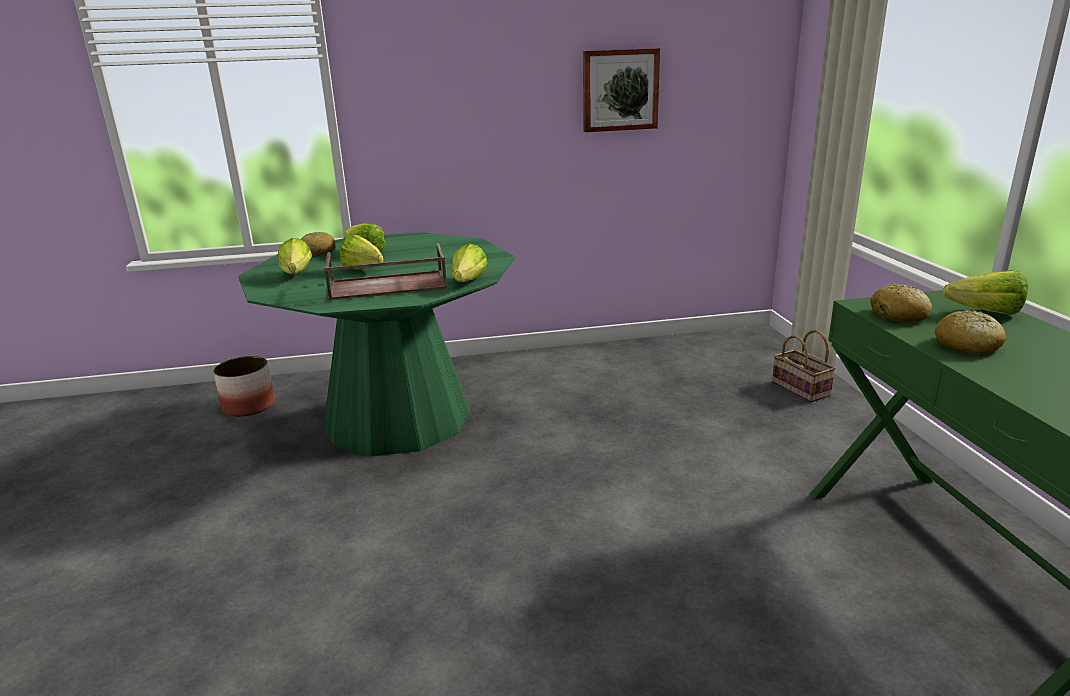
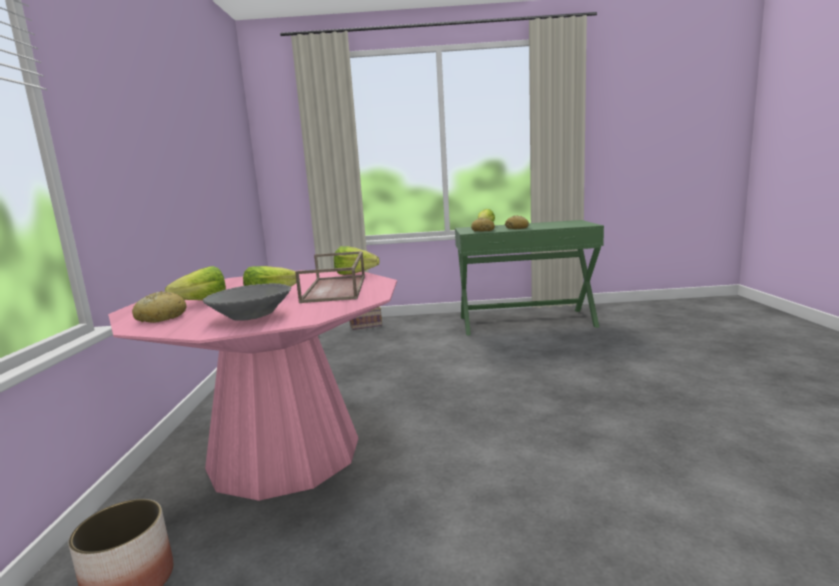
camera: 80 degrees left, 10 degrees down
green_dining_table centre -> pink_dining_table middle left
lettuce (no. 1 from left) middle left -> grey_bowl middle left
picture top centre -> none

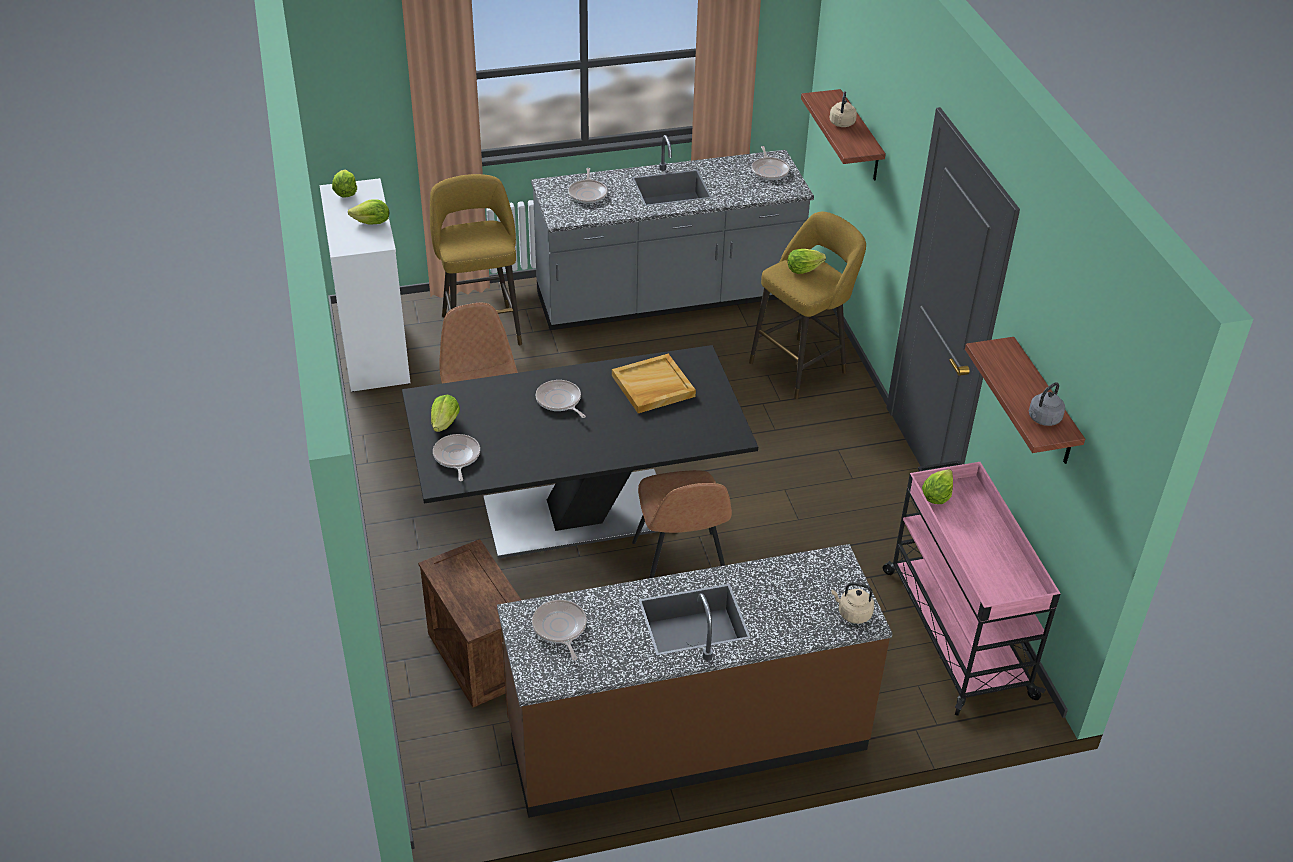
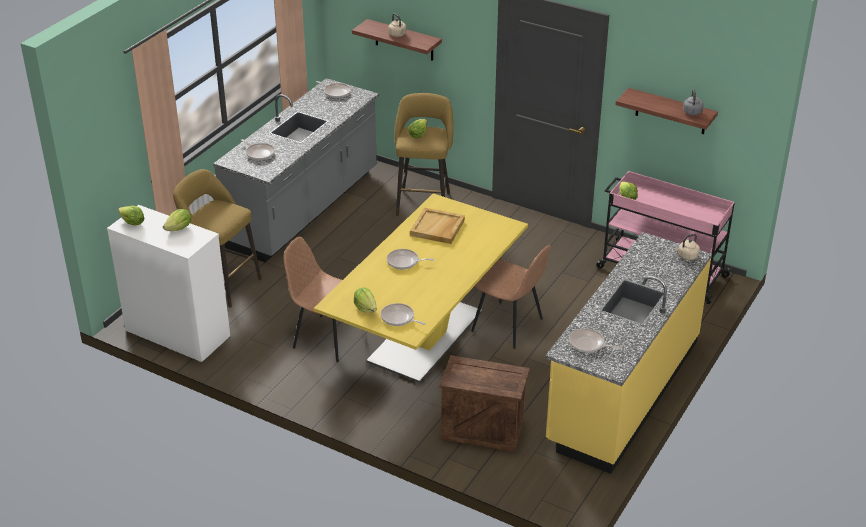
camera: 45 degrees left, 5 degrees down
black_dining_table centre -> yellow_dining_table centre
brown_counter bottom centre -> yellow_counter bottom right

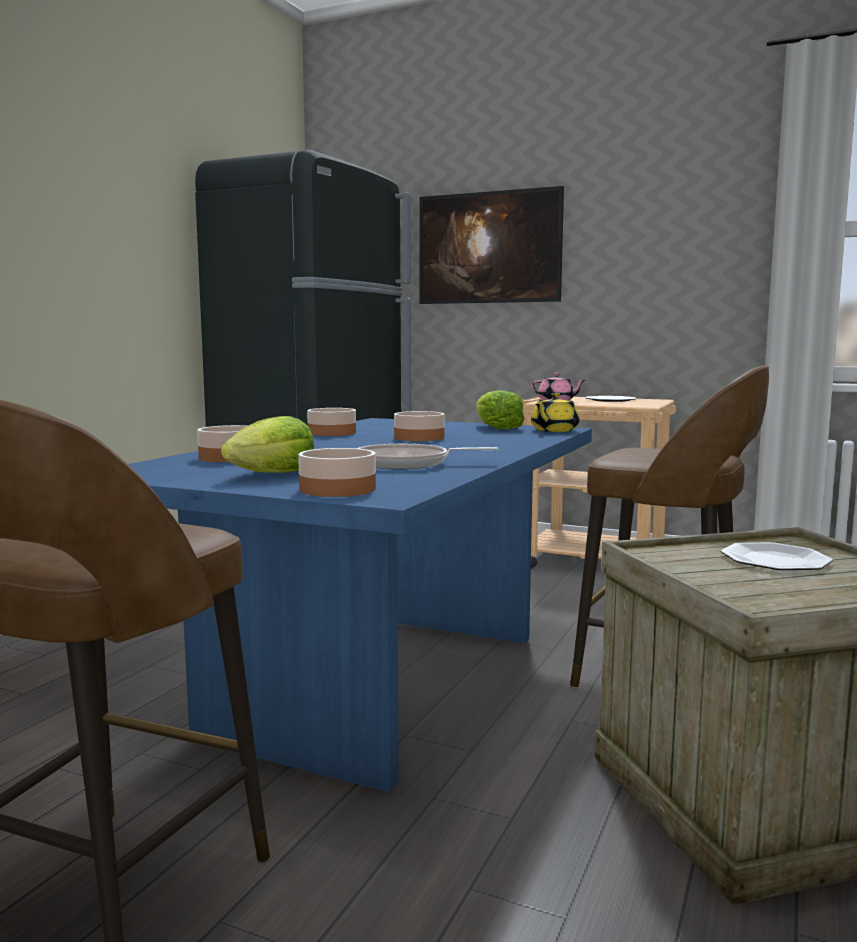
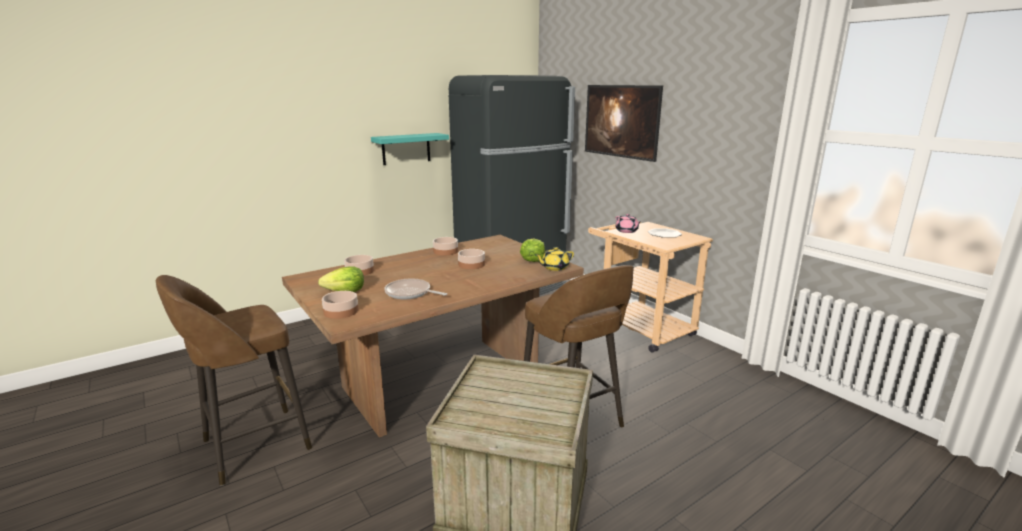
camera: 30 degrees right, 10 degrees up
blue_dining_table centre -> brown_dining_table centre
plate (no. 2 from left) middle right -> none
none -> turquoise_shelf top centre

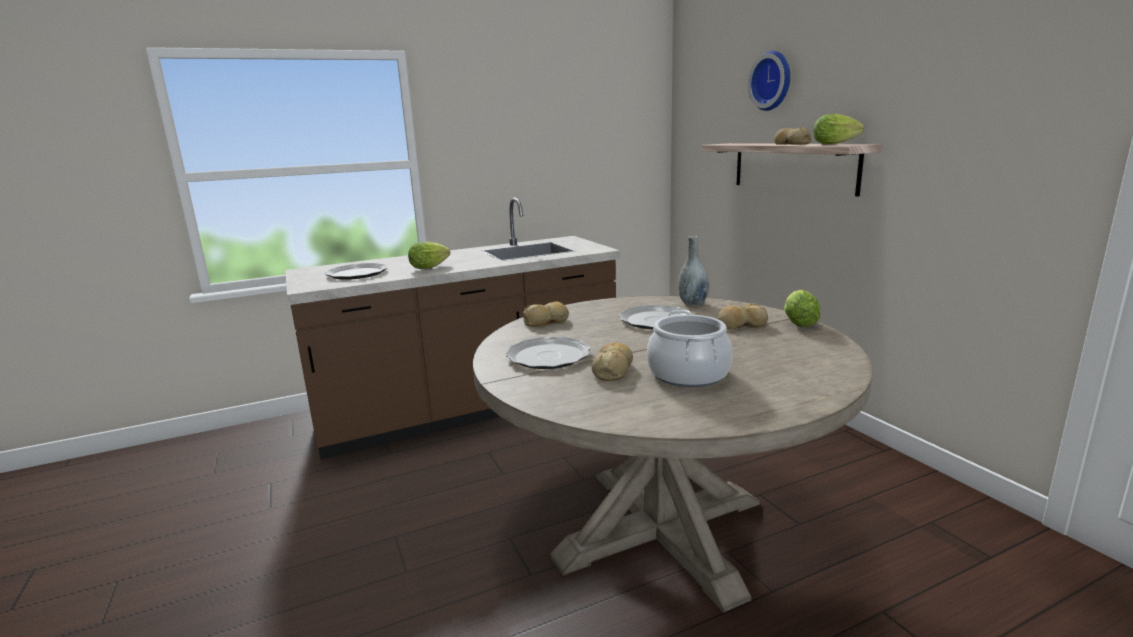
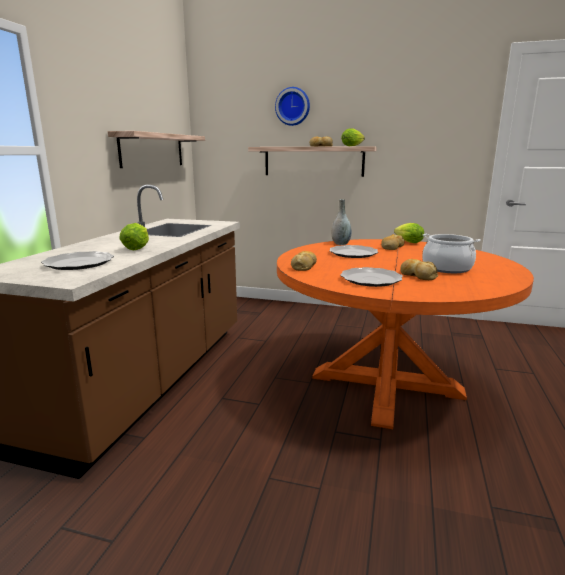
camera: 50 degrees left, 0 degrees up
beige_dining_table bottom centre -> orange_dining_table middle right
none -> shelf (no. 1 from left) top left

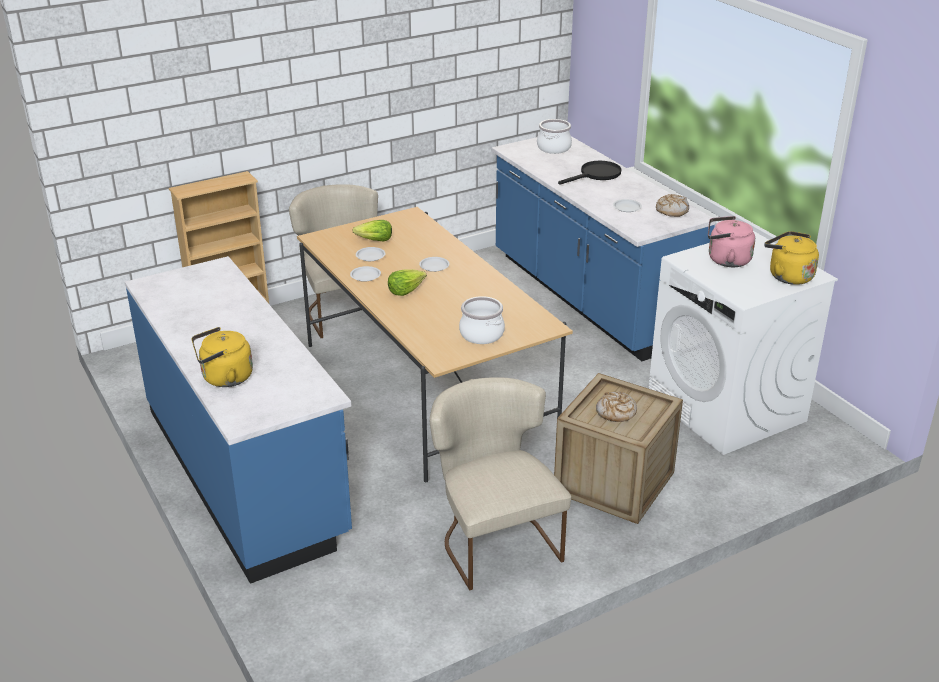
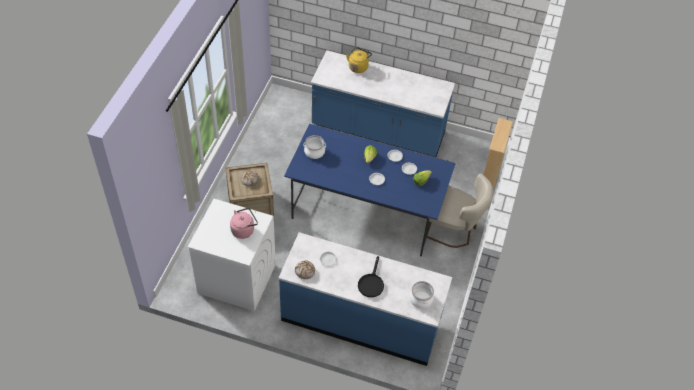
camera: 135 degrees right, 20 degrees up
beige_dining_table centre -> blue_dining_table centre
beige_chair (no. 2 from left) bottom centre -> none
yellow_kettle (no. 2 from left) middle right -> none

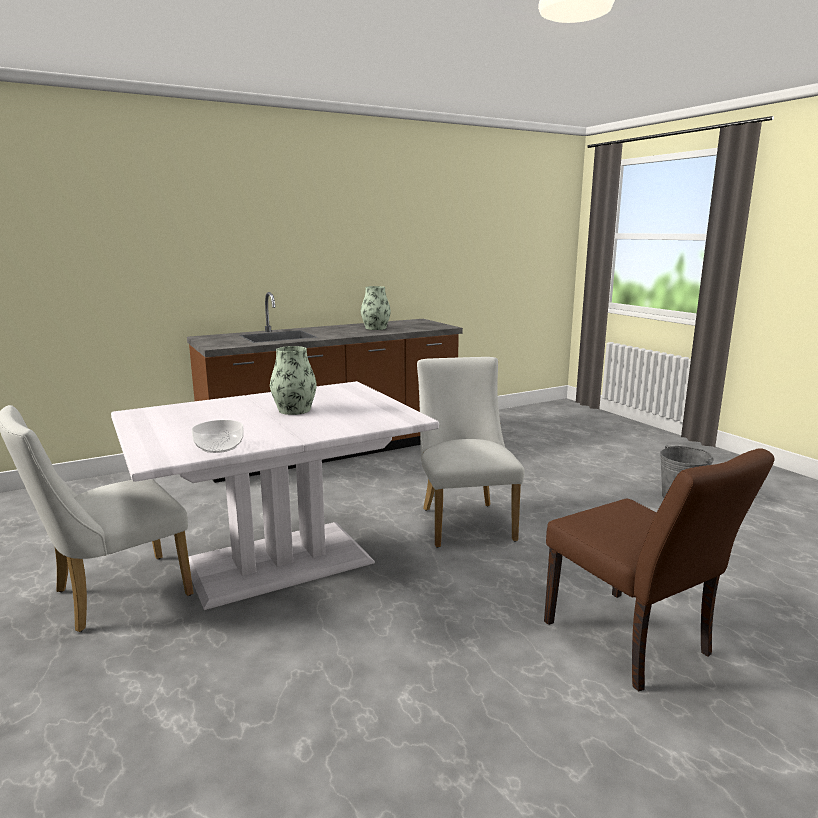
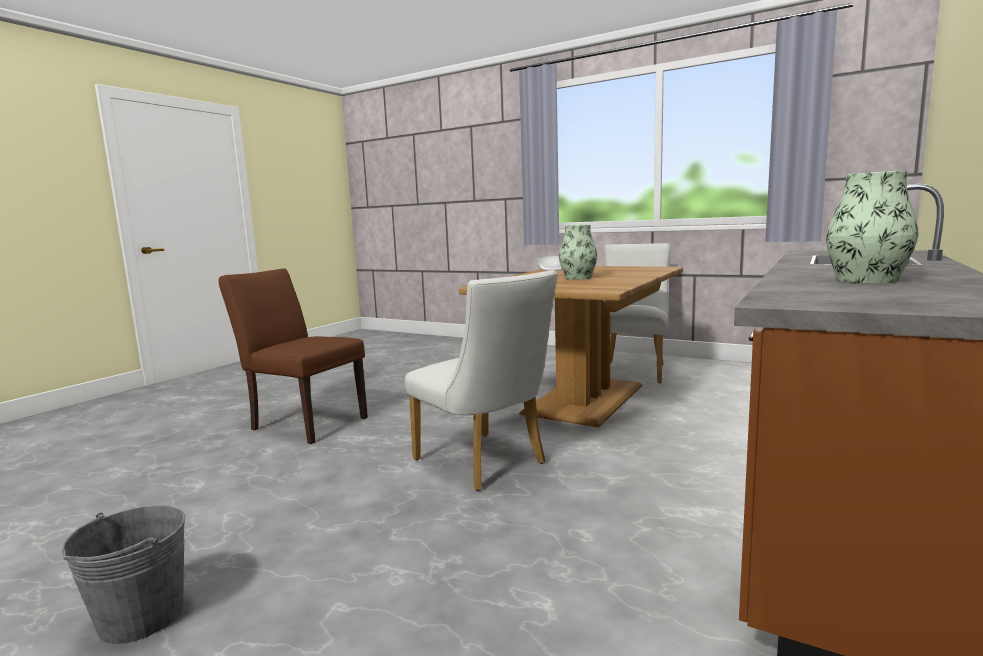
camera: 150 degrees right, 5 degrees down
white_dining_table centre -> brown_dining_table centre

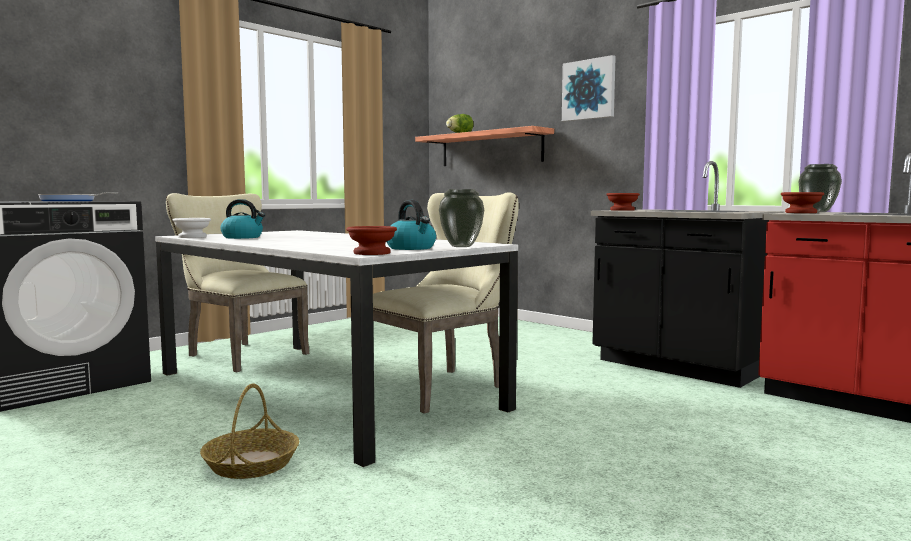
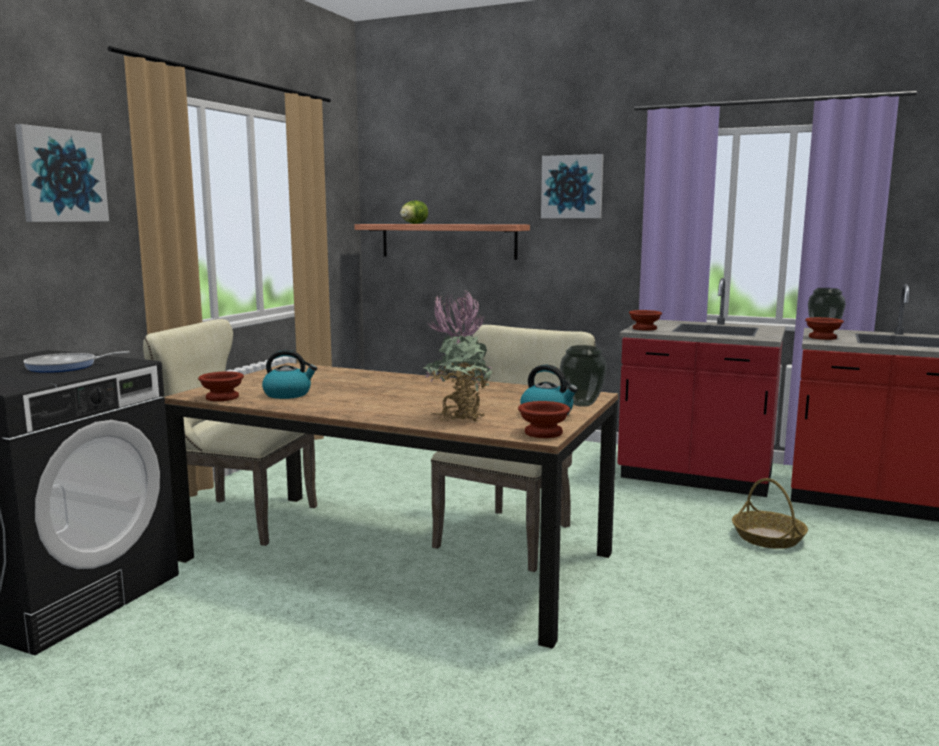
camera: 20 degrees left, 5 degrees up
white_dining_table centre -> brown_dining_table bottom centre
white_bowl middle left -> brown_bowl (no. 1 from left) middle left
basket bottom left -> basket bottom right, relocated
black_counter middle right -> red_counter (no. 1 from left) middle right
none -> picture (no. 1 from left) top left
none -> potted_plant centre

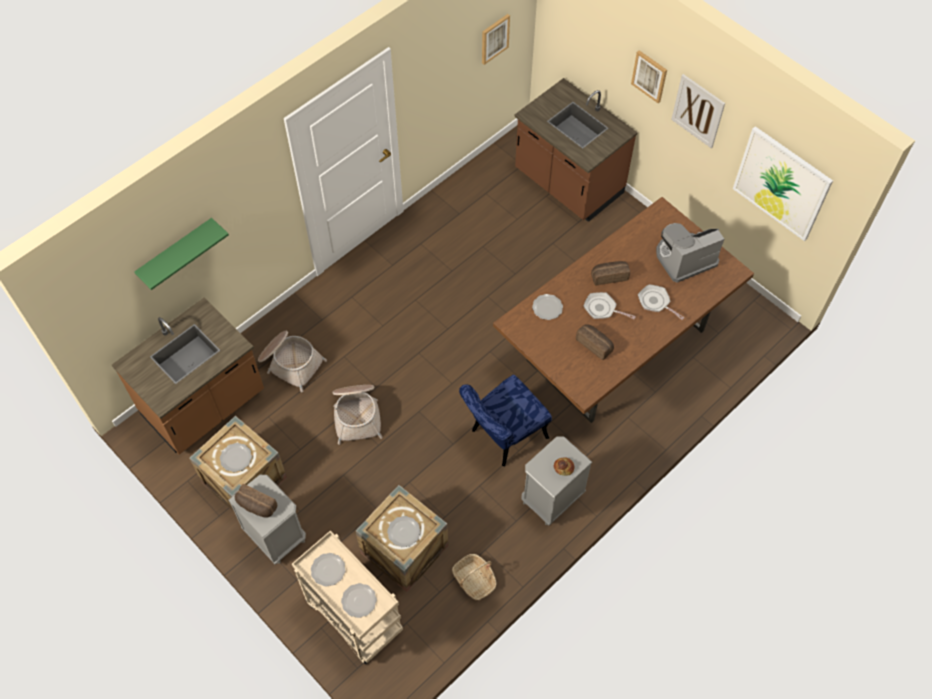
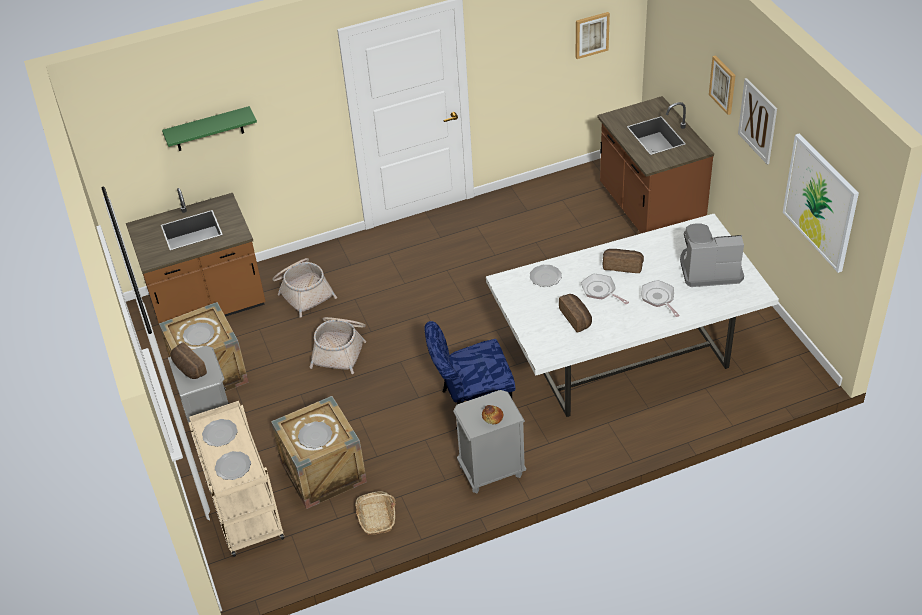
camera: 25 degrees right, 15 degrees down
brown_dining_table middle right -> white_dining_table middle right

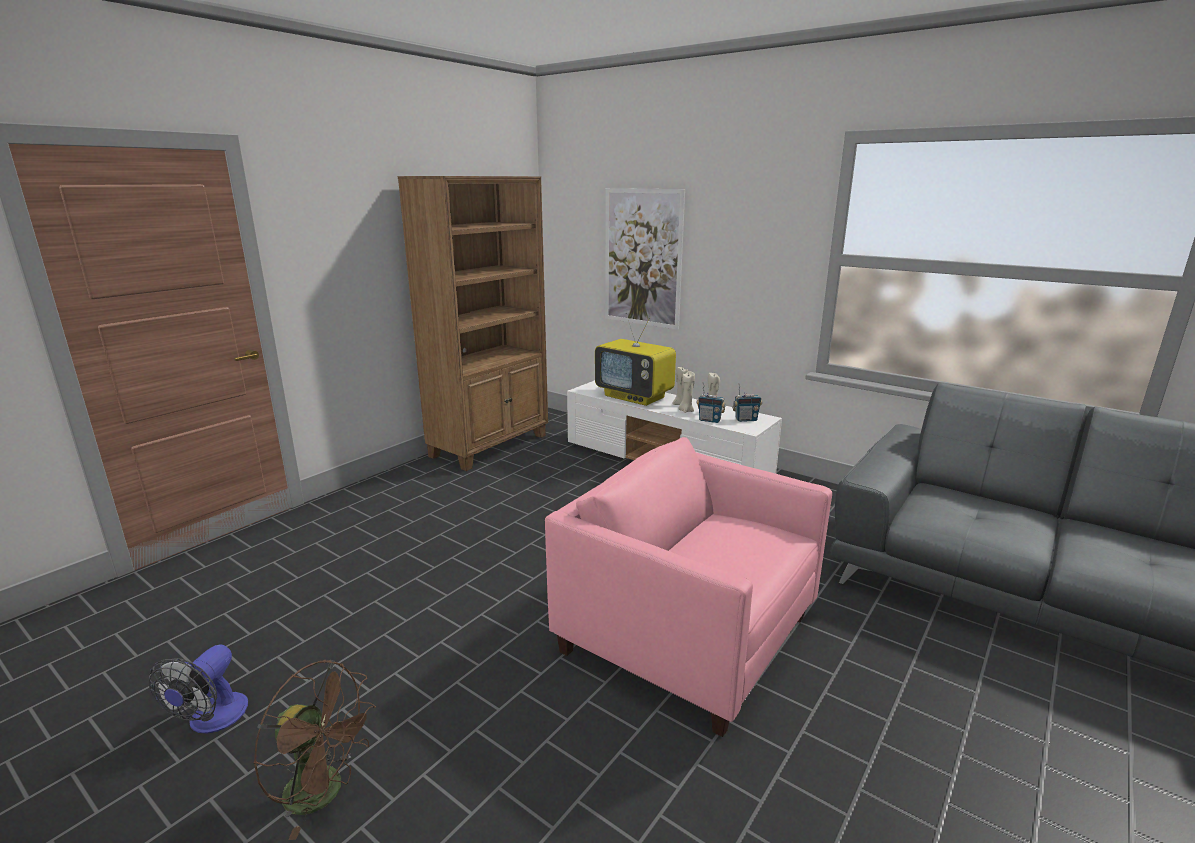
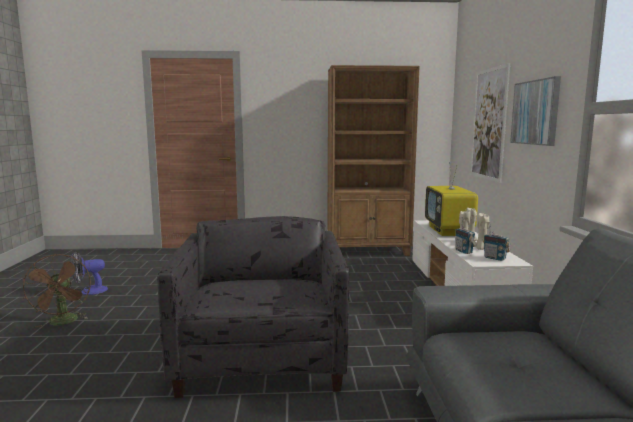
camera: 50 degrees right, 10 degrees down
pink_armchair bottom centre -> grey_armchair bottom centre
none -> picture (no. 2 from left) top right

